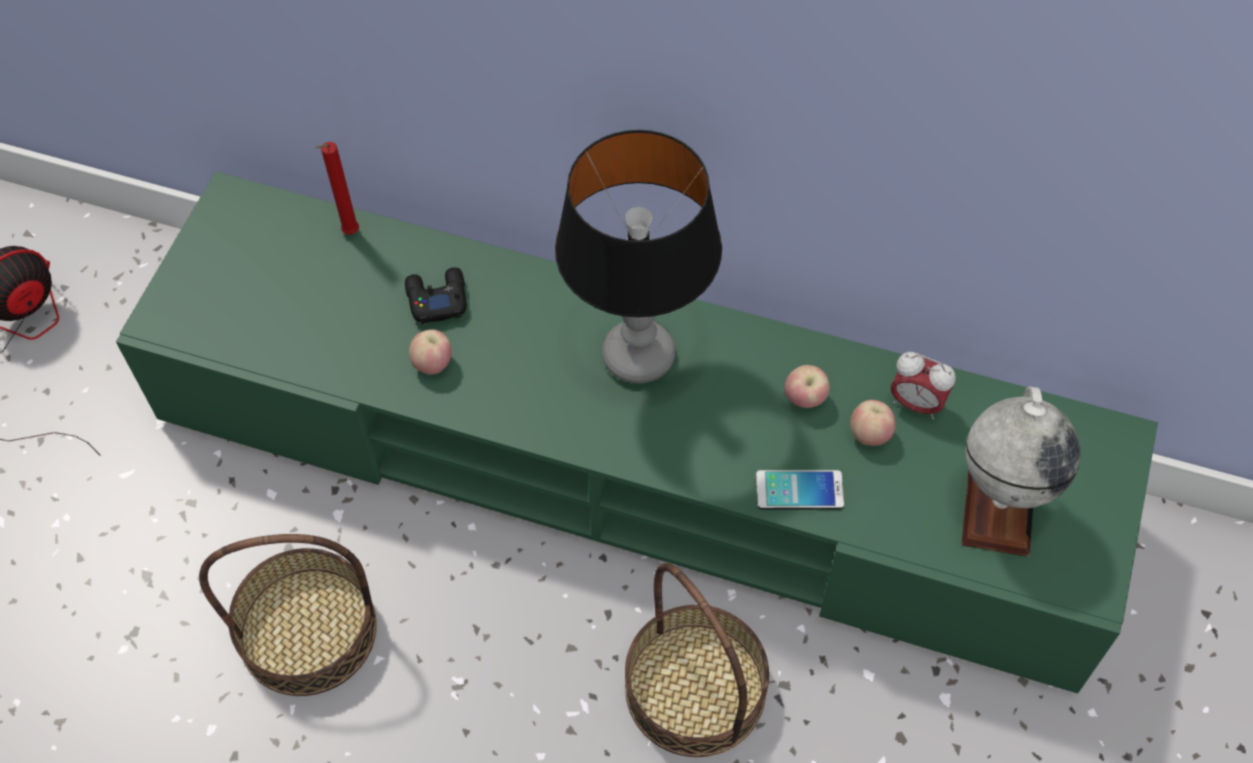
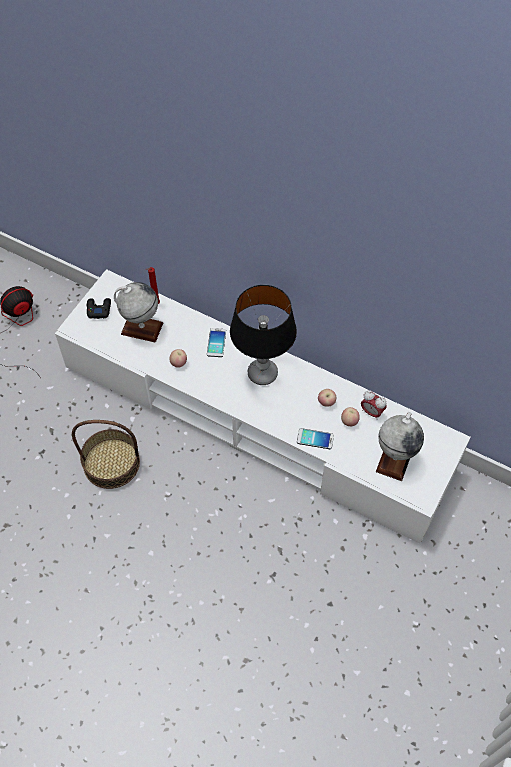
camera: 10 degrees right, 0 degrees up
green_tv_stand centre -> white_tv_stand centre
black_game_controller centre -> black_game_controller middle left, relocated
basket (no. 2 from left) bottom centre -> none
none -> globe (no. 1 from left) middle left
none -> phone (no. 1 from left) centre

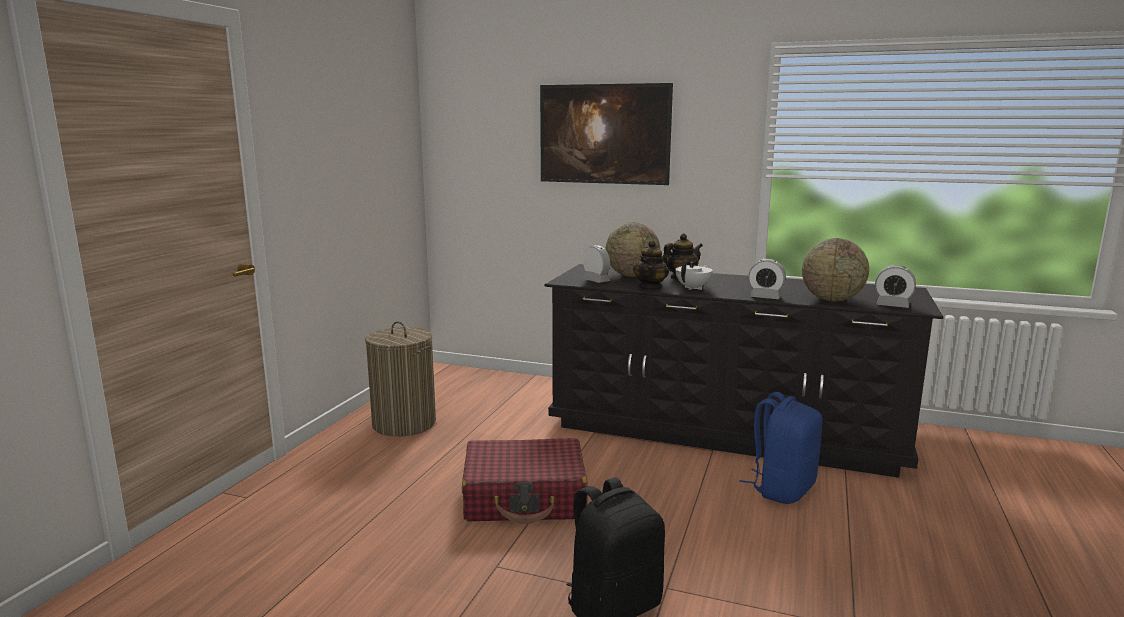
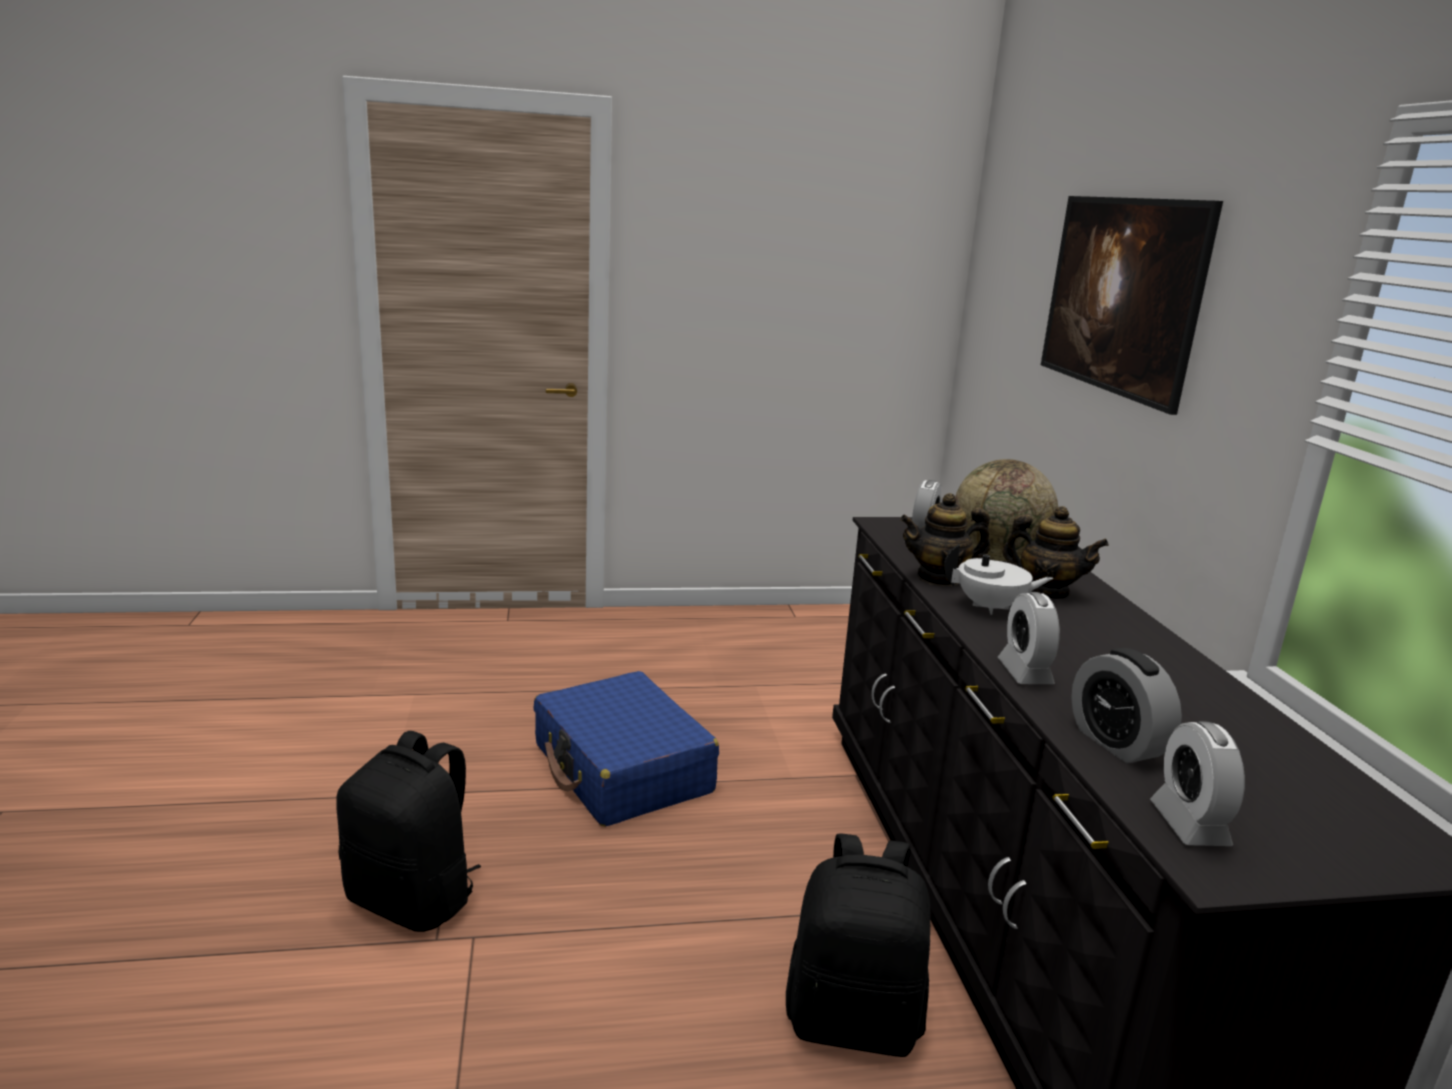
camera: 60 degrees right, 5 degrees up
laundry_basket centre -> none
red_suitcase bottom centre -> blue_suitcase bottom centre
blue_backpack bottom right -> black_backpack (no. 2 from left) bottom centre
globe (no. 2 from left) middle right -> alarm_clock (no. 3 from left) middle right

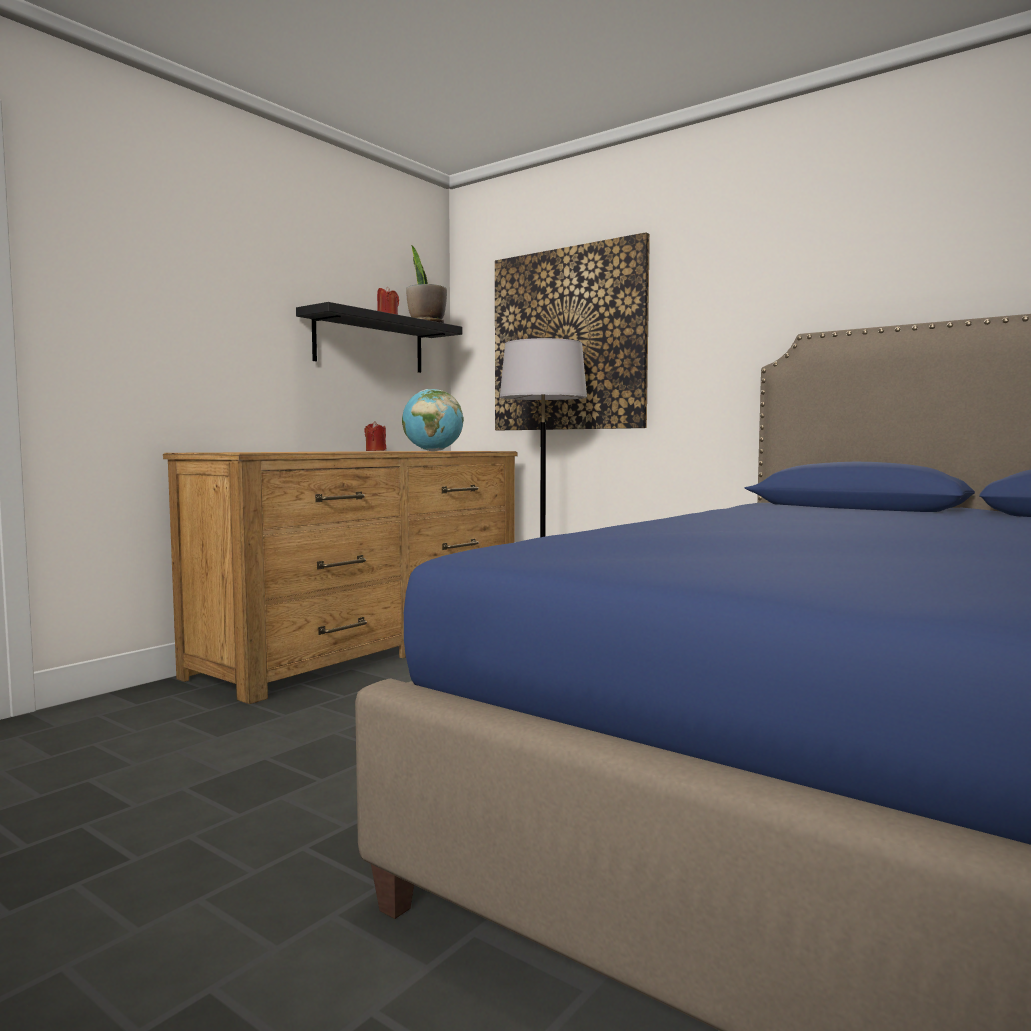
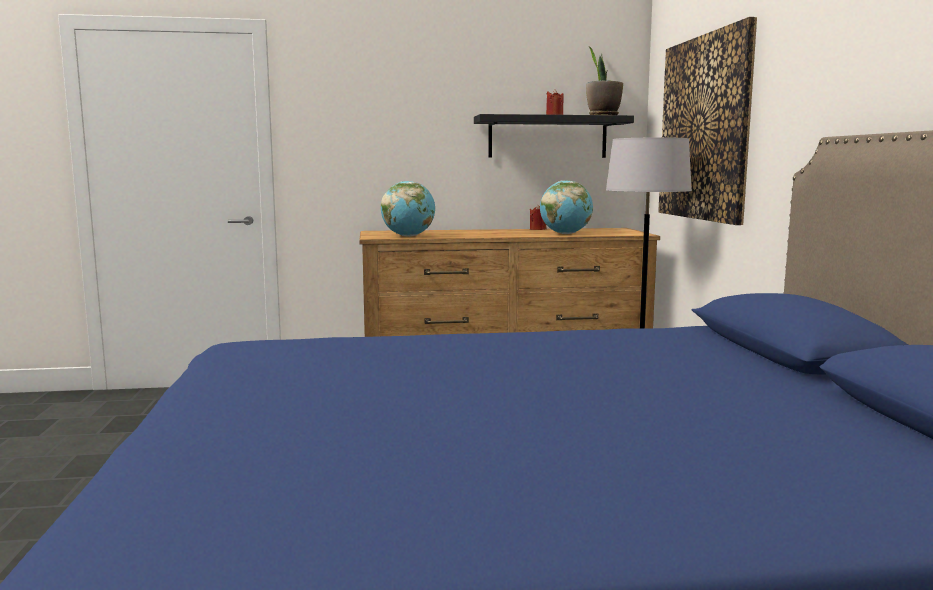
camera: 45 degrees right, 5 degrees up
none -> globe (no. 1 from left) centre

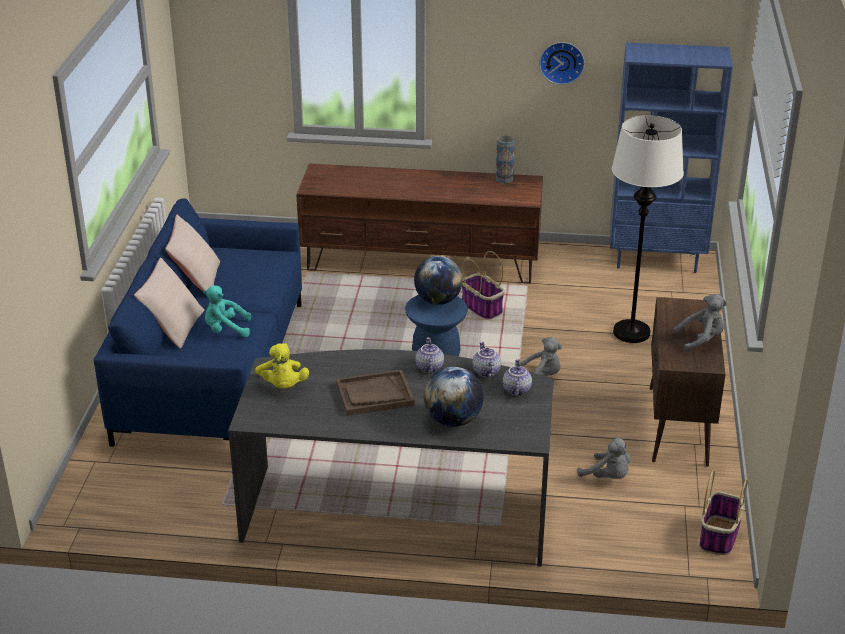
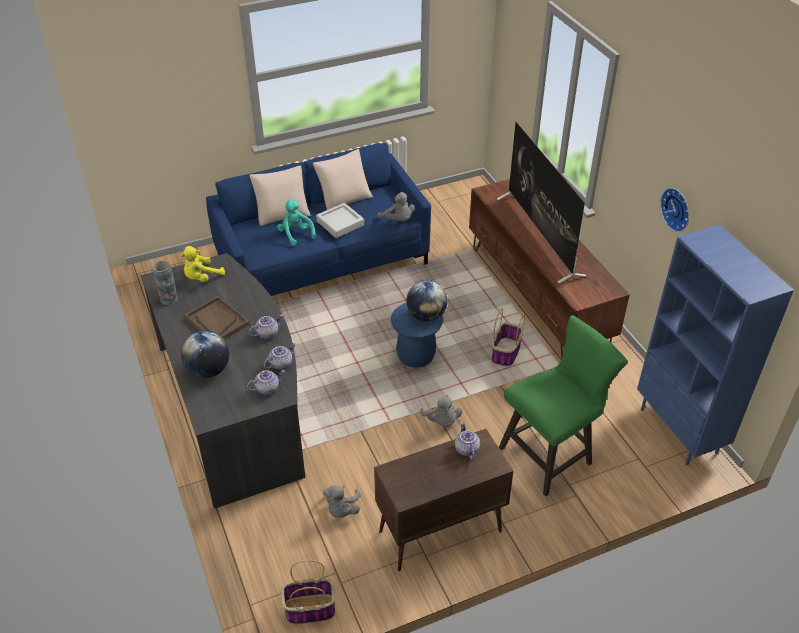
camera: 60 degrees right, 10 degrees up
vase top centre -> vase middle left, relocated
white_floor_lamp middle right -> green_stool middle right
grey_plush_toy (no. 3 from left in the first image) middle right -> grey_plush_toy (no. 2 from left) top centre, relocated
none -> grey_tray centre
none -> teapot (no. 4 from left) bottom centre
none -> television top right

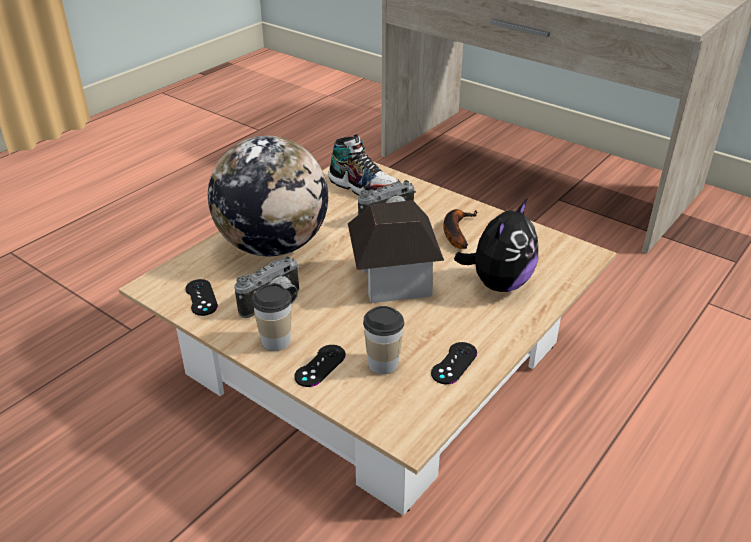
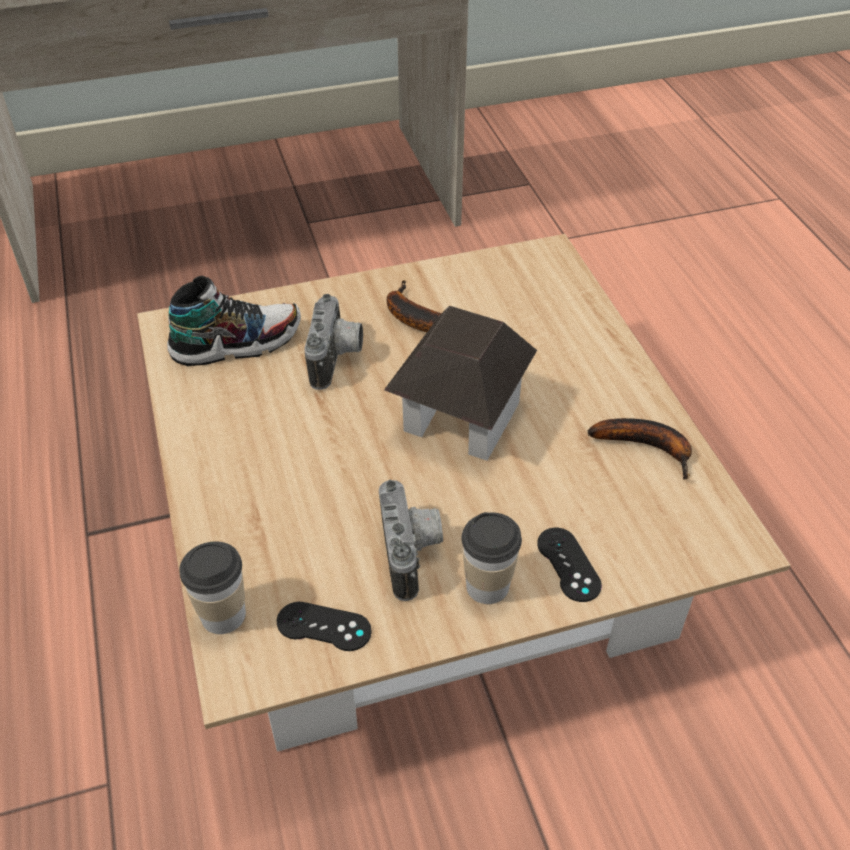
camera: 55 degrees left, 10 degrees up
globe centre -> none
cup (no. 2 from left in the first image) centre -> cup (no. 1 from left) bottom left, relocated
black_game_controller (no. 3 from left) bottom centre -> banana (no. 2 from left) middle right
plush_toy centre -> none

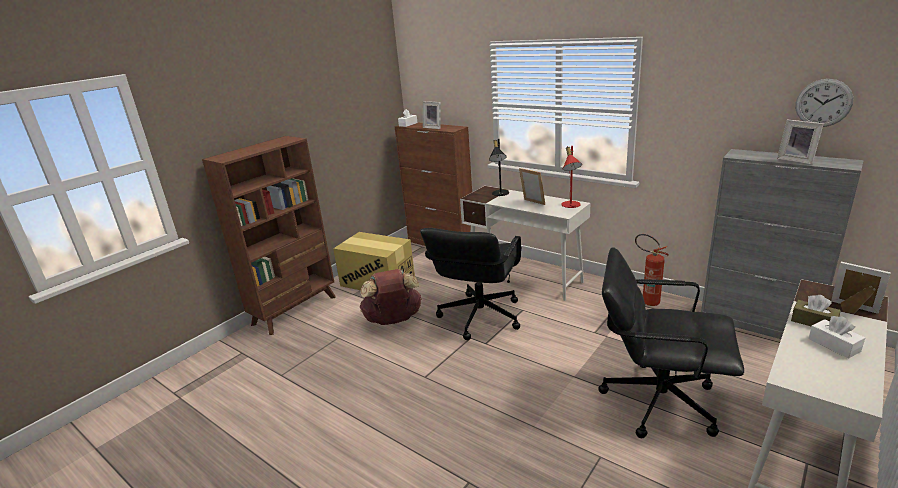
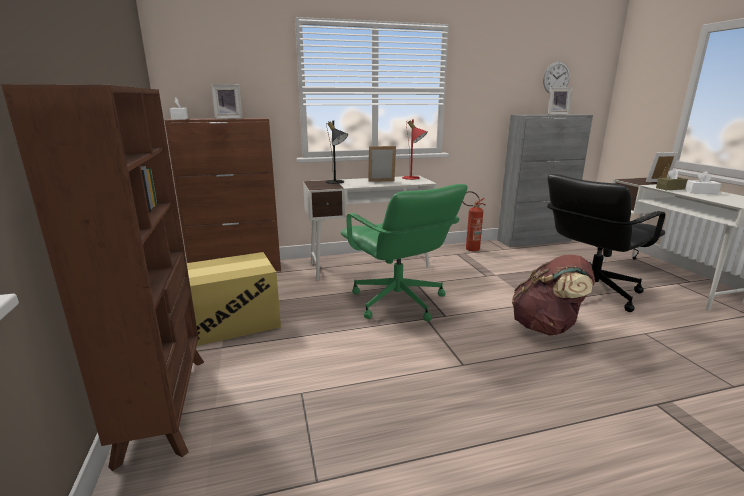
camera: 55 degrees left, 5 degrees down
brown_backpack centre -> brown_backpack middle right, relocated
black_office_chair (no. 1 from left) centre -> green_office_chair centre

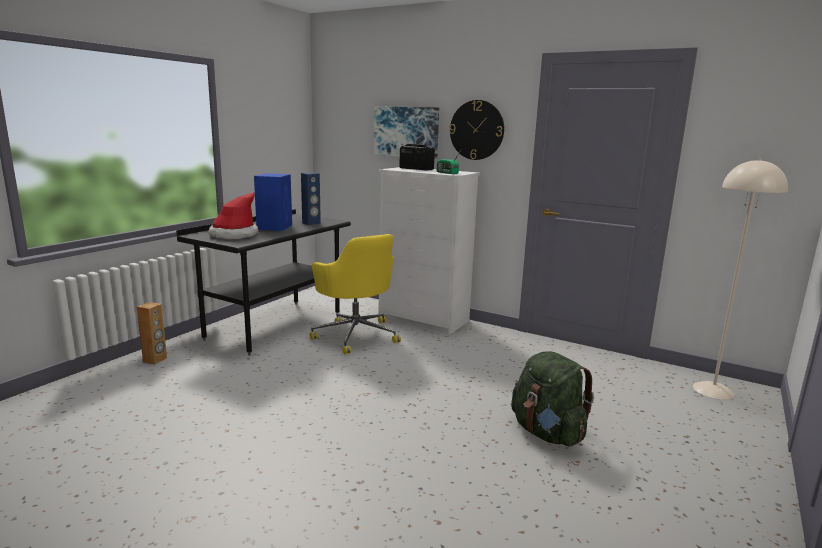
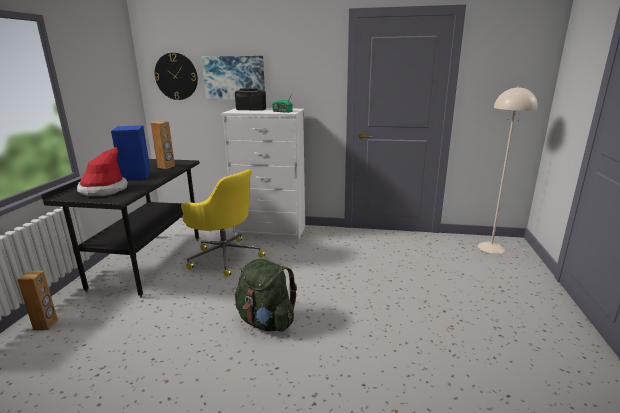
camera: 20 degrees left, 5 degrees up
blue_speaker (no. 2 from left) centre -> brown_speaker (no. 2 from left) middle left
wall_clock top centre -> wall_clock top left, relocated
green_backpack bottom right -> green_backpack bottom centre, relocated

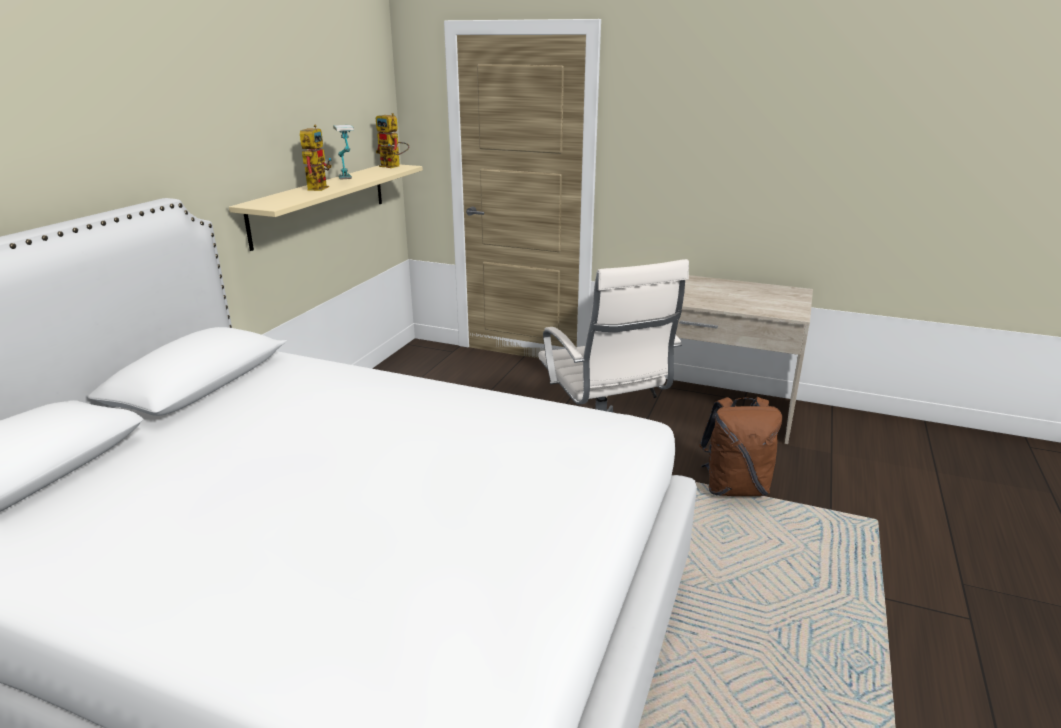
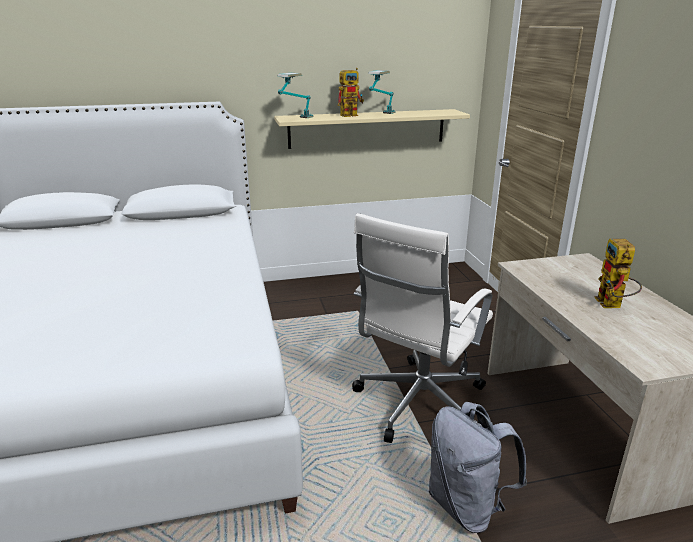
camera: 55 degrees right, 0 degrees up
toy_robot (no. 2 from left) top centre -> toy_robot (no. 2 from left) middle right, relocated
brown_backpack middle right -> grey_backpack bottom right
none -> table_lamp (no. 1 from left) top centre

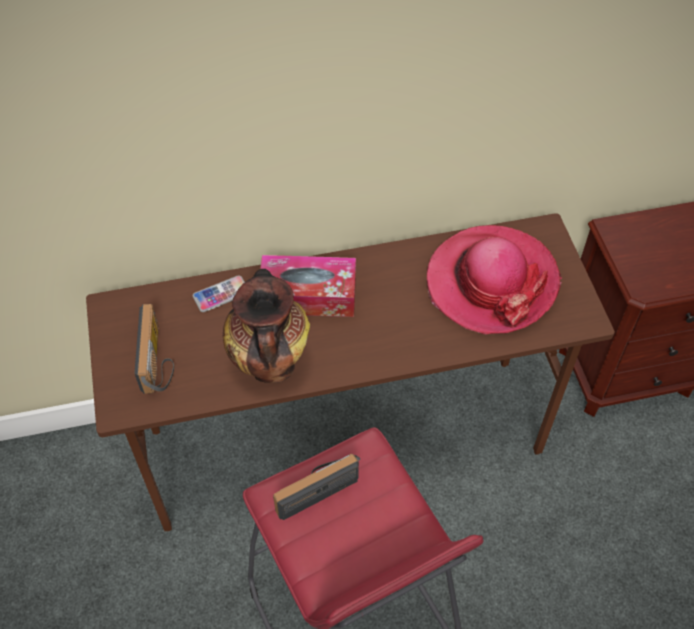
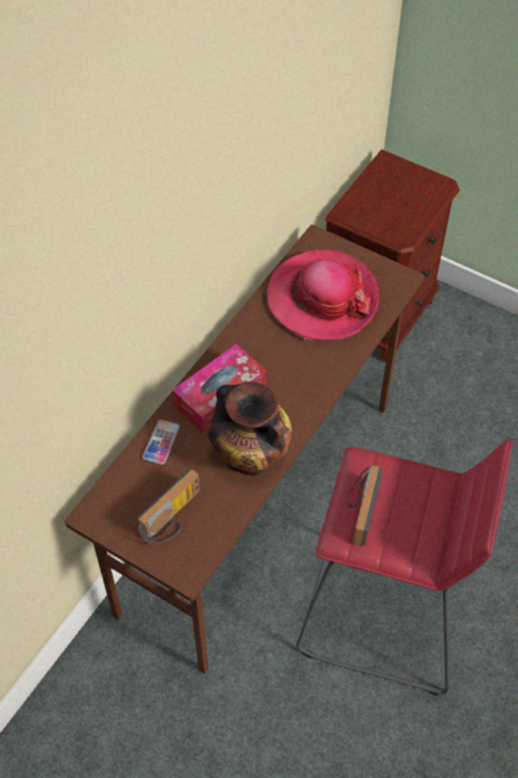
camera: 45 degrees left, 0 degrees up
radio (no. 1 from left) middle left, 90 degrees clockwise

